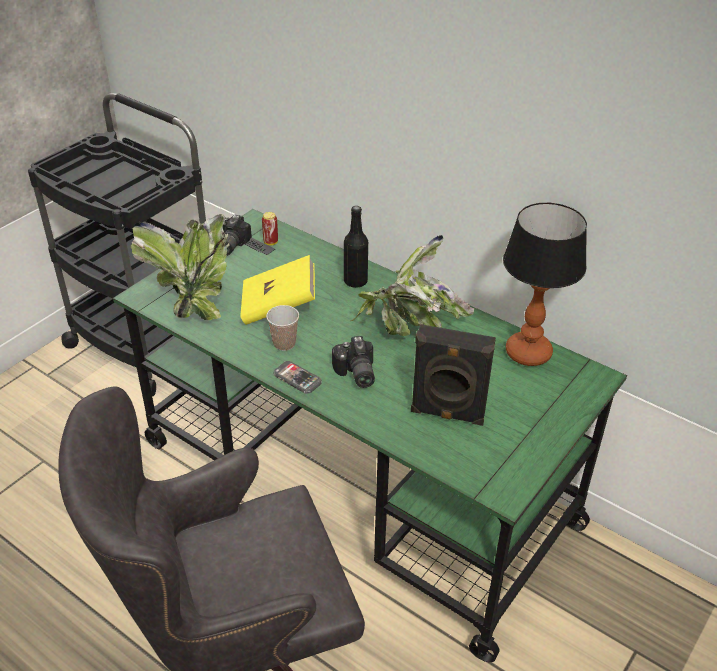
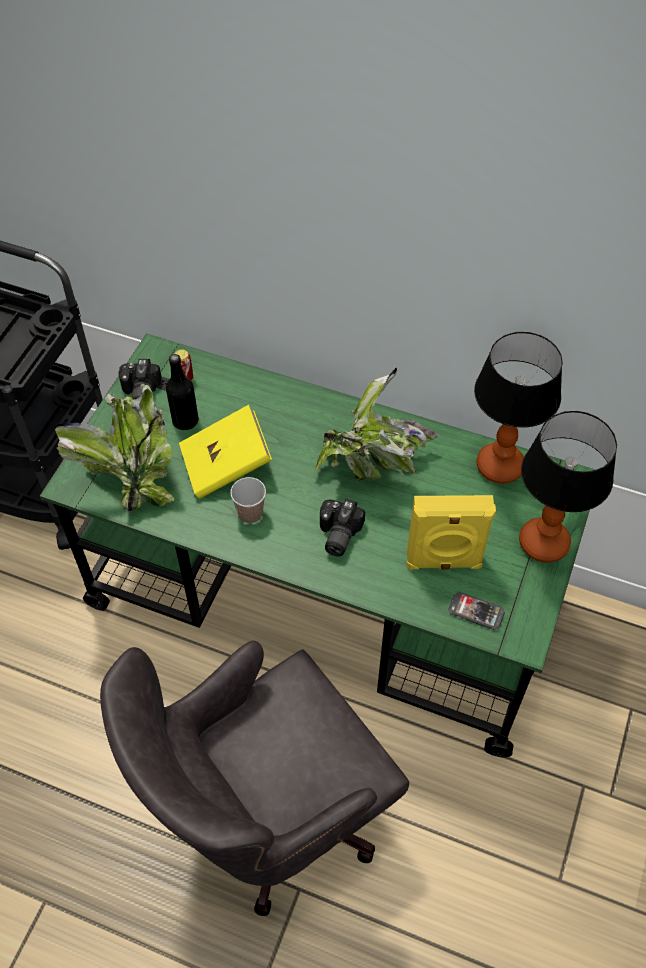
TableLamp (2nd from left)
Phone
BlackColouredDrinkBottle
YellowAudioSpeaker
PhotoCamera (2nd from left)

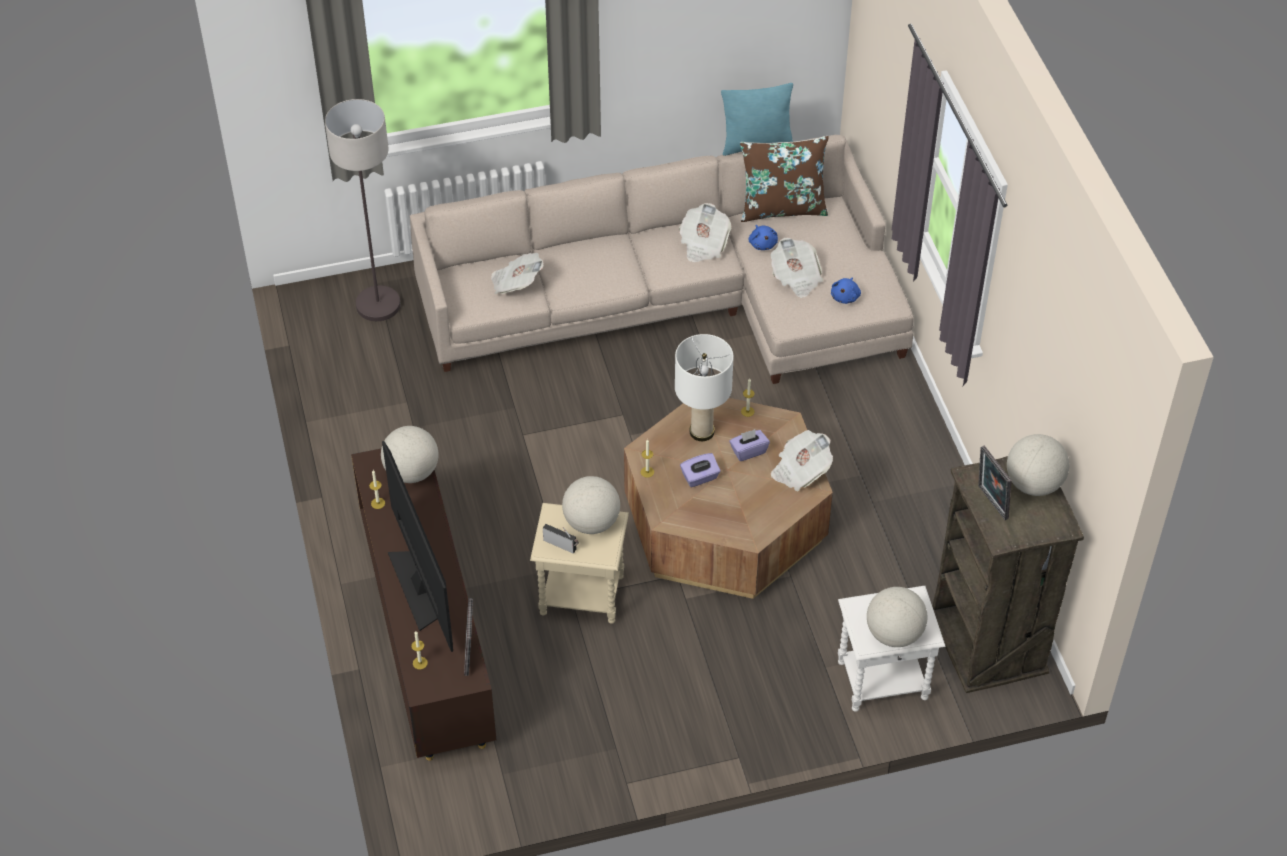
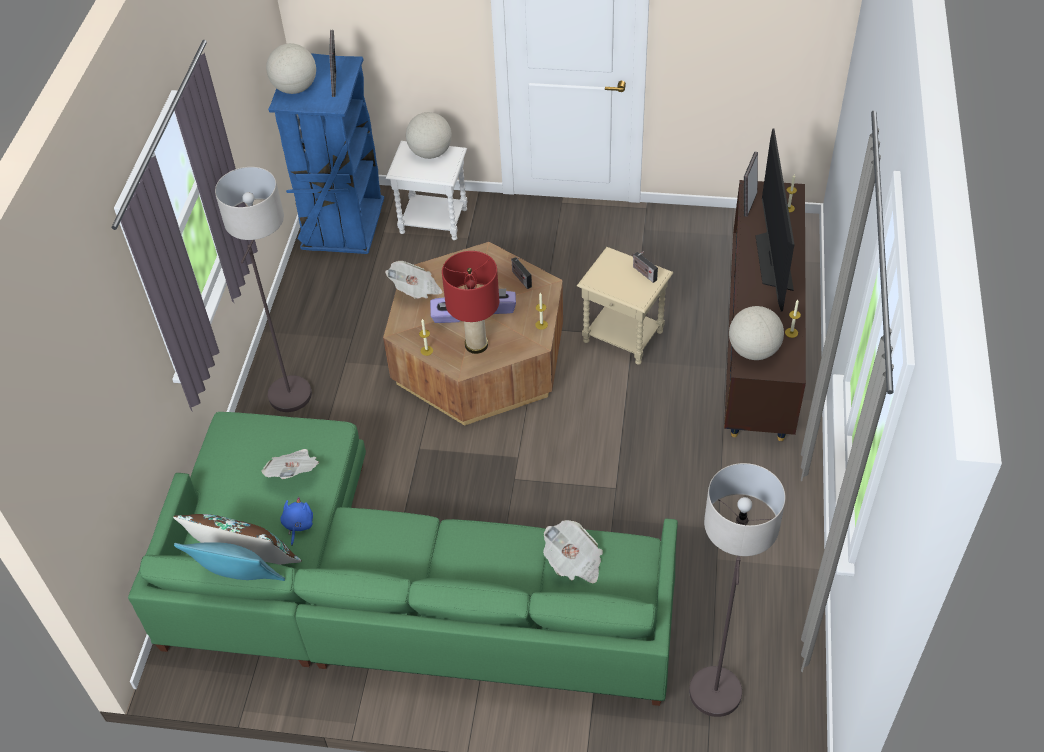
DeskGlobe (2nd from left in the first image)
Newspaper (2nd from left in the first image)
BluishPlushToy (2nd from left in the first image)
GreyFloorLamp (1st from left)
RadioSet (1st from left)
GreenishSettee
RedColouredTableLamp
BluishBookcase

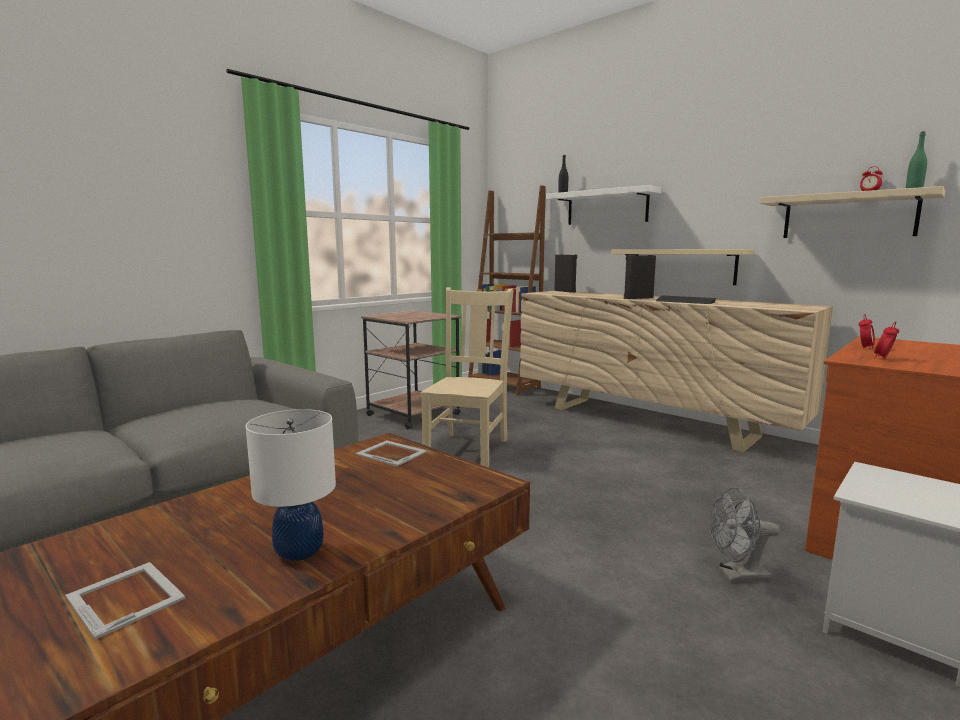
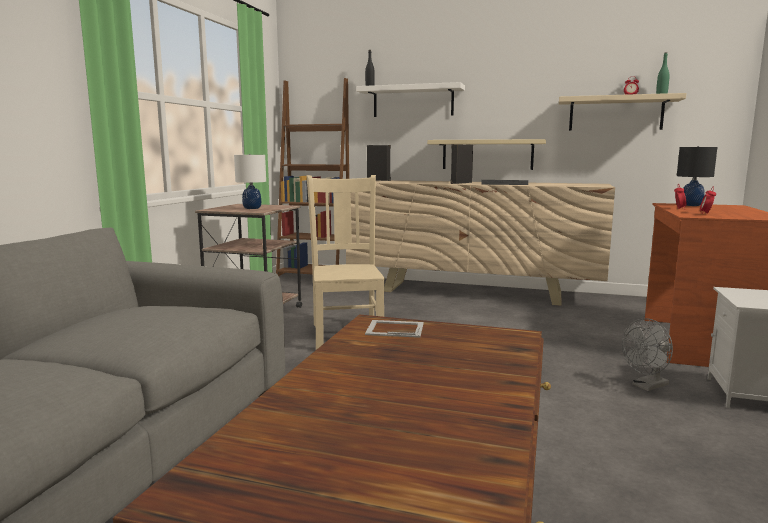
PhotoFrame (1st from left in the first image)
BlackColouredTableLamp
WhiteColouredTableLamp

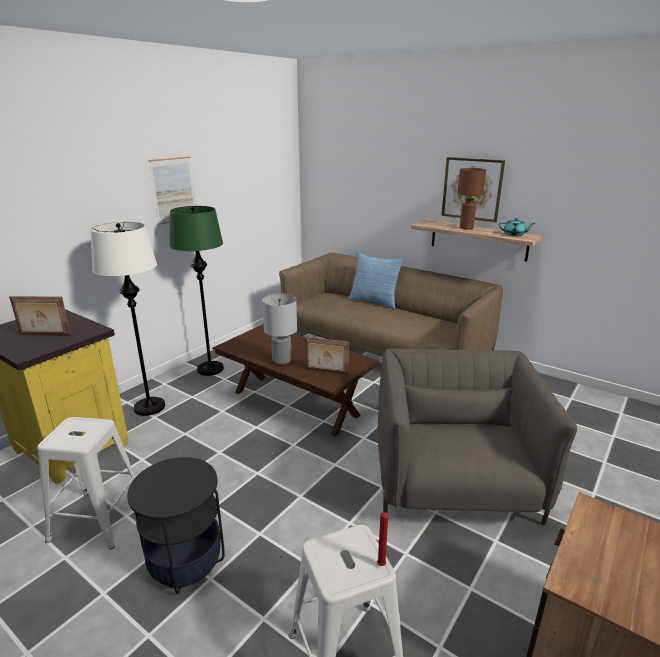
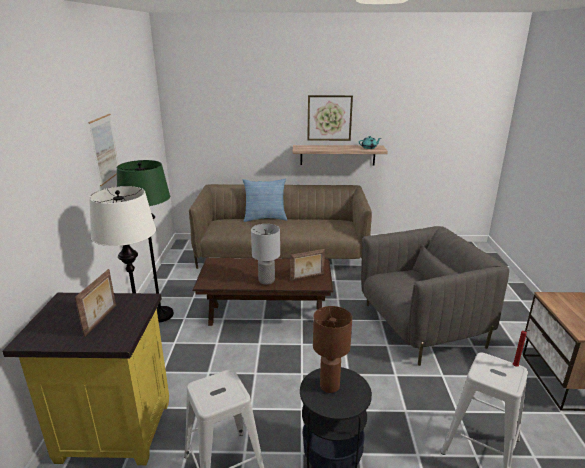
BrownTableLamp
PhotoFrame (1st from left)
GreyEasyChair

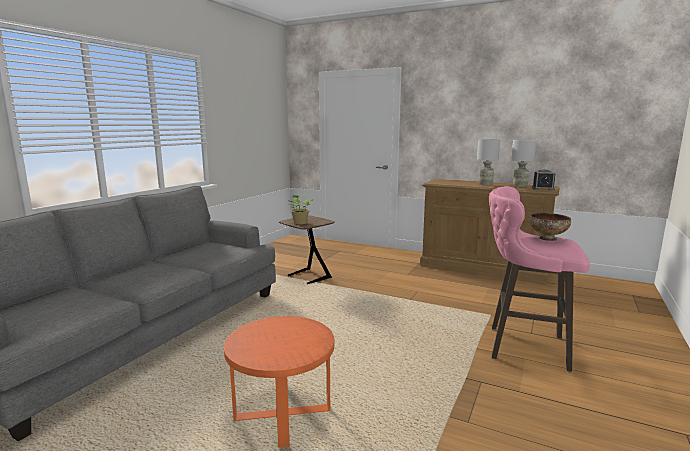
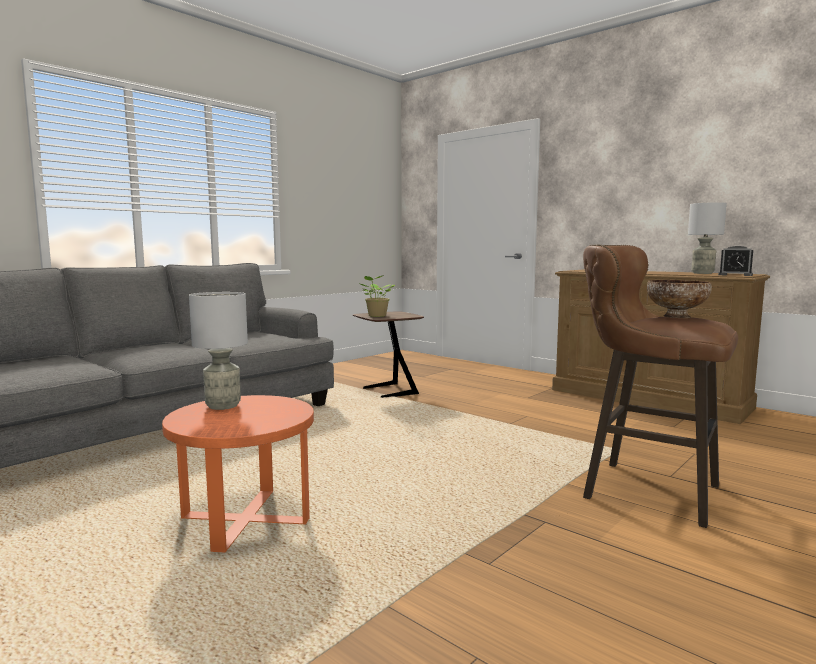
GreyTableLamp (1st from left)
BrownStoolSeat

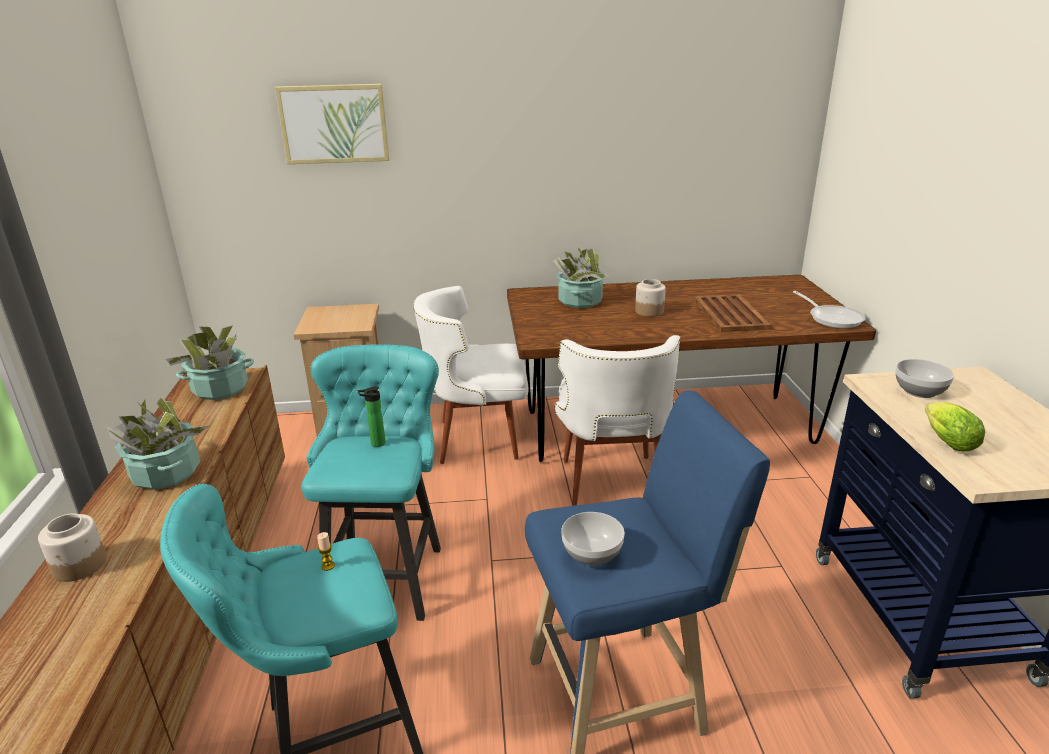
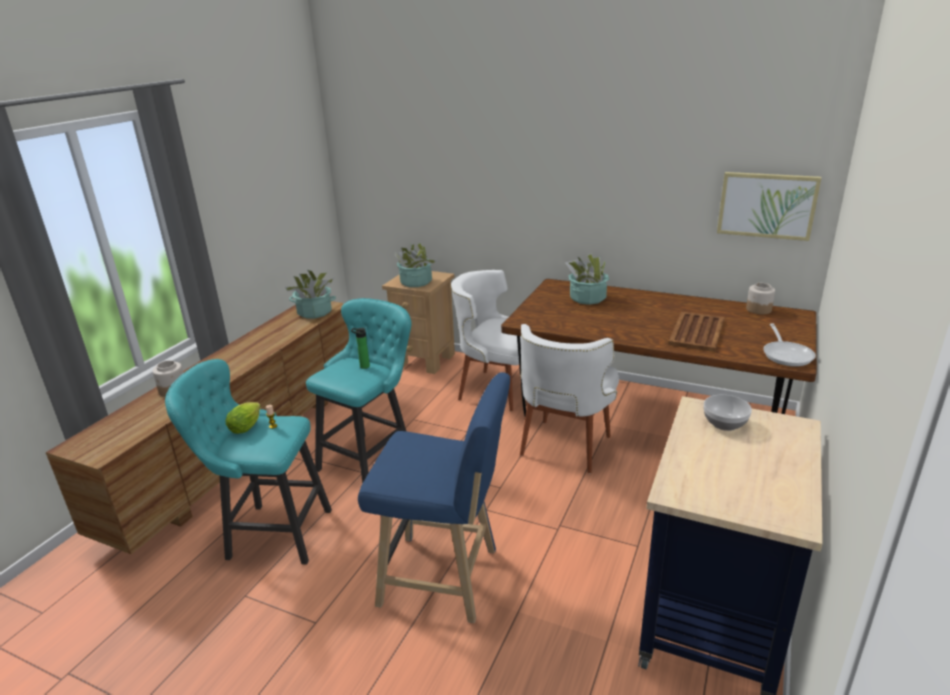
DeepDish (1st from left in the first image)
PottedPlant (2nd from left)
WallPicture
PreserveJar (2nd from left)
LettuceHead

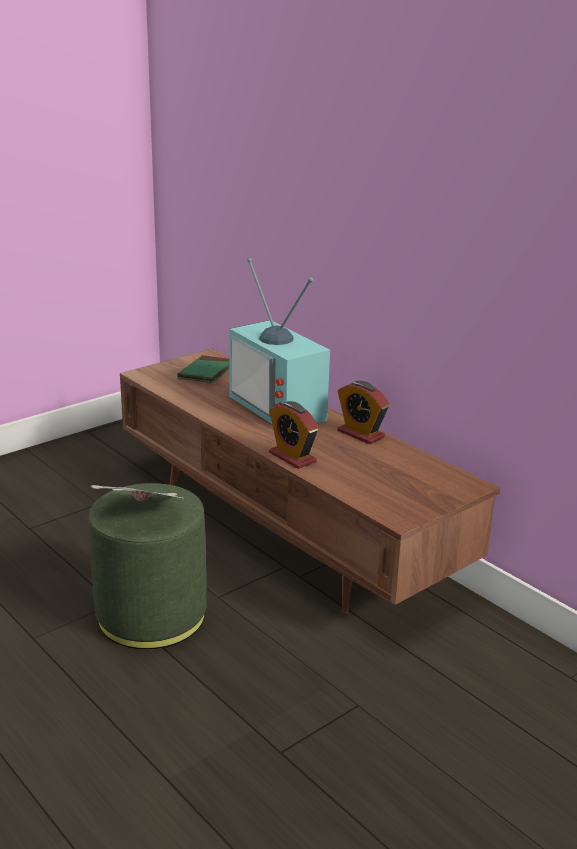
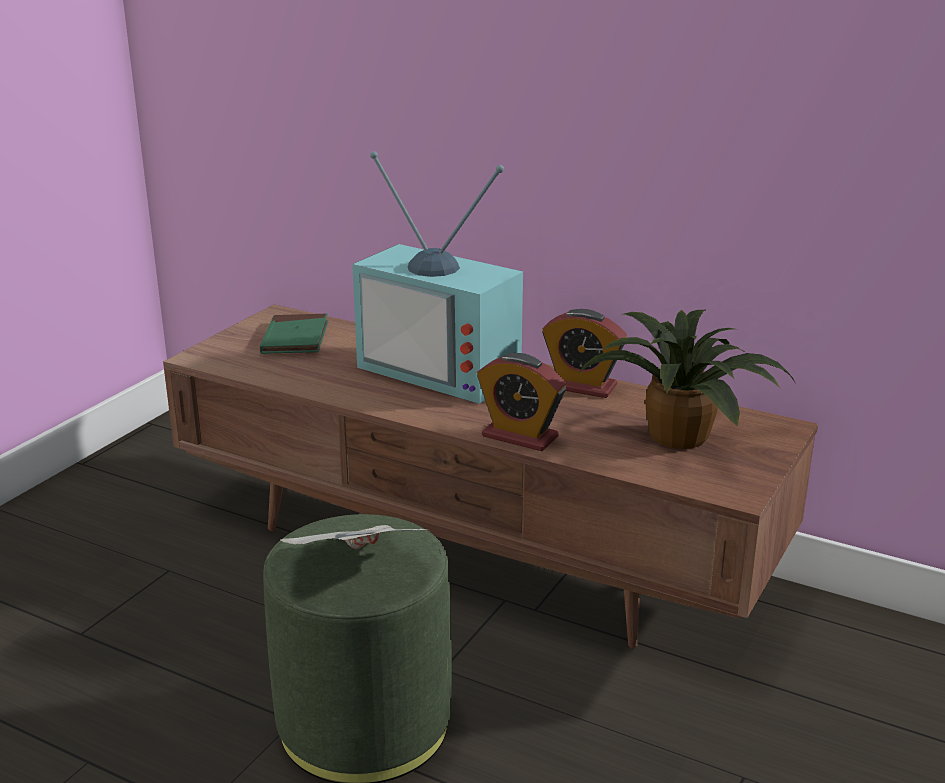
PottedPlant

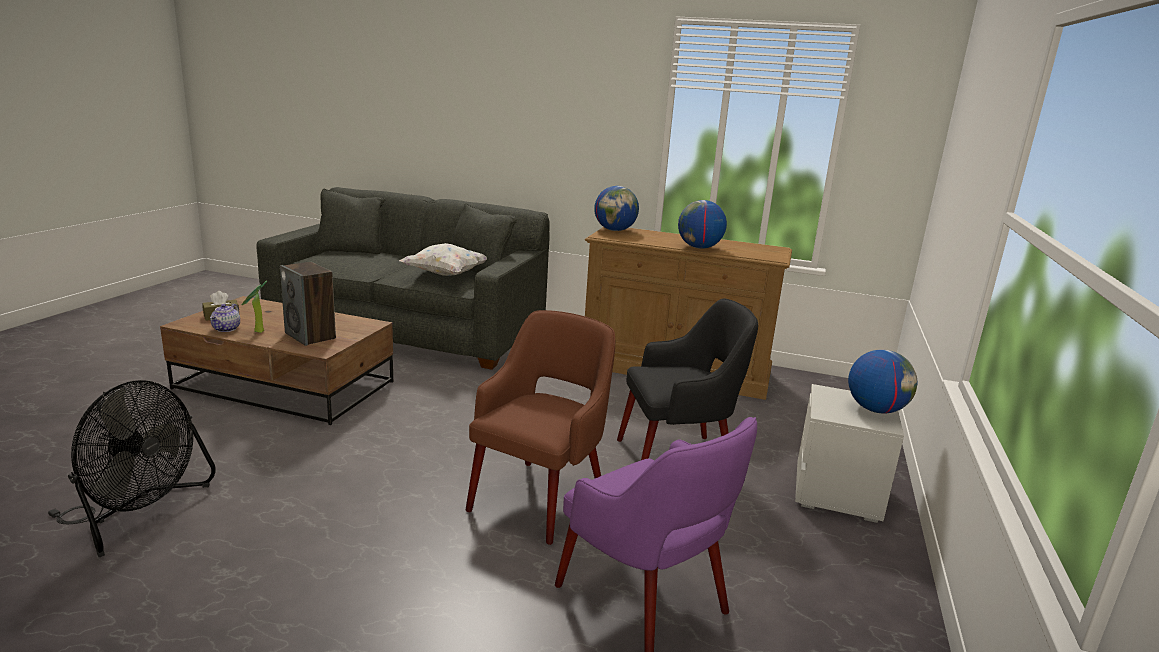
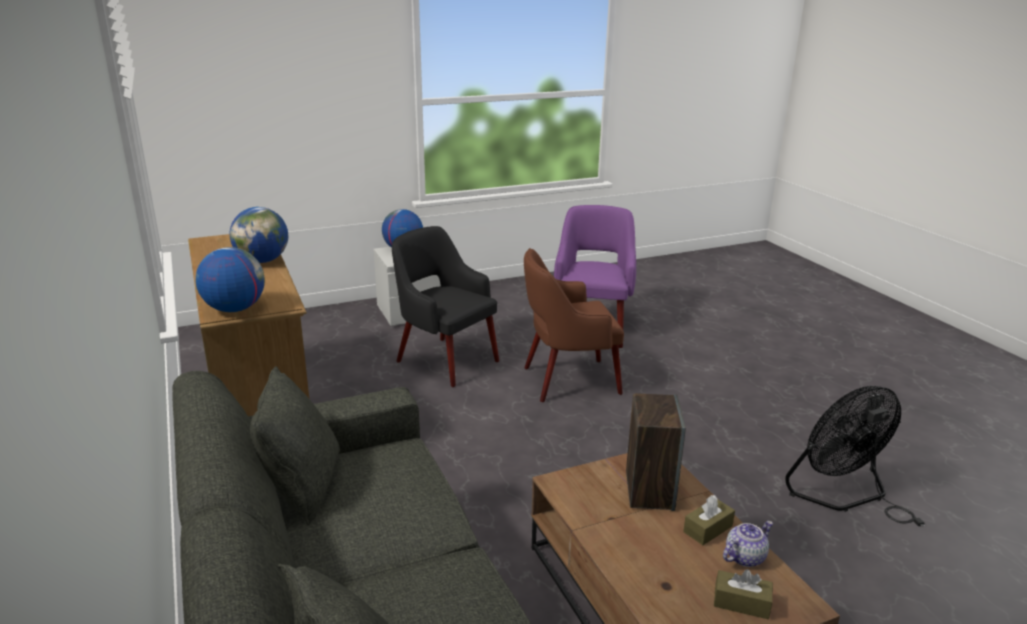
WhiteColouredCushion
BrownTissueHolder (1st from left)

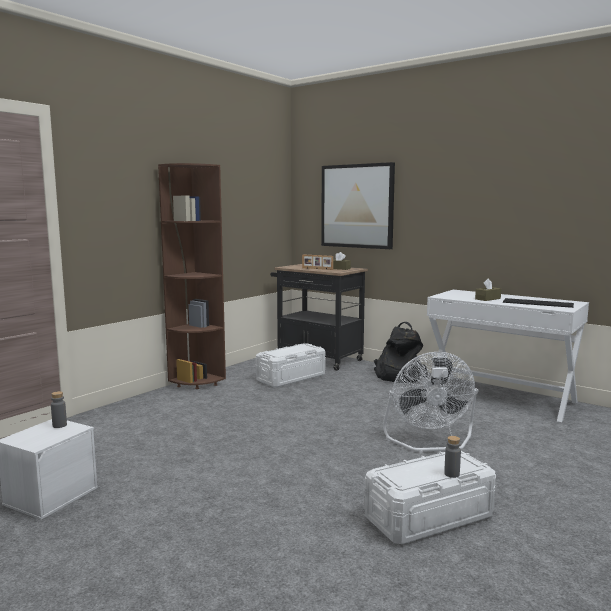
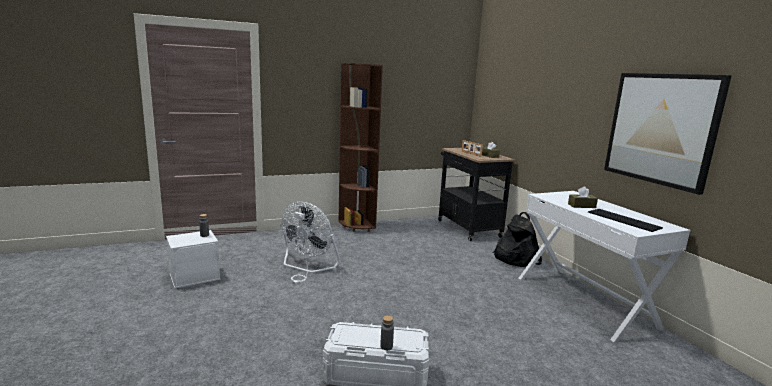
WhiteColouredStorageBin (2nd from left in the first image)
WallPicture
WhiteColouredCoolingFan

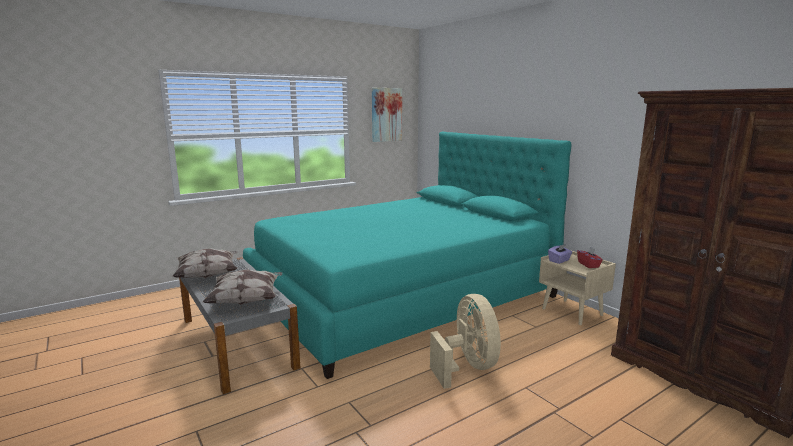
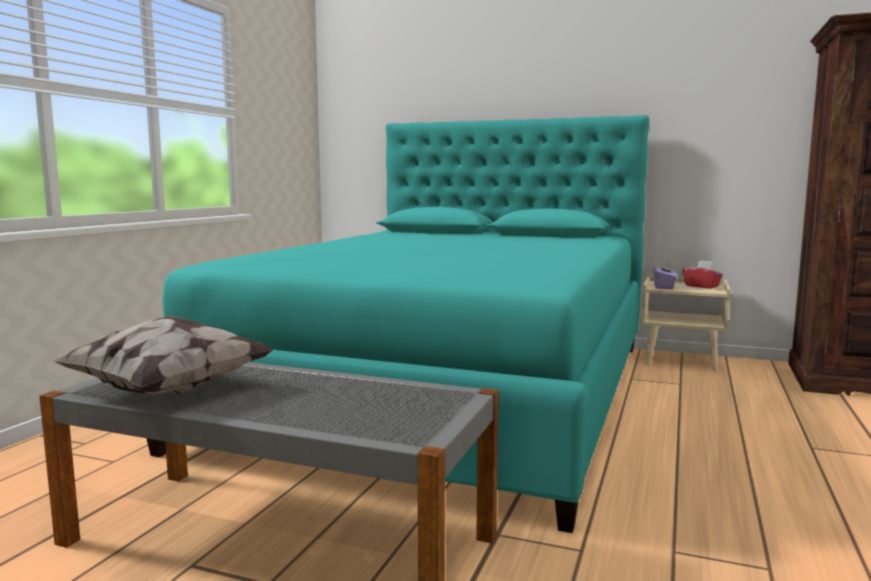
Cushion (2nd from left in the first image)
WallPicture
BeigeCoolingFan

